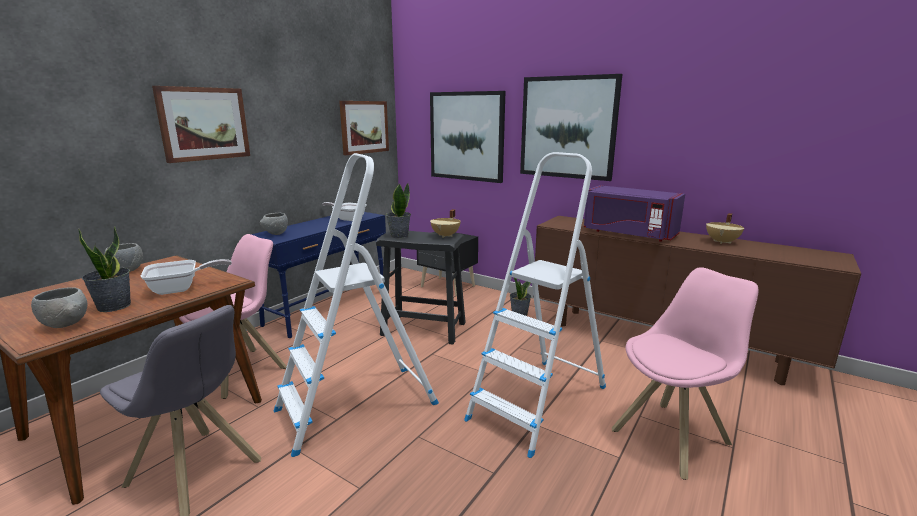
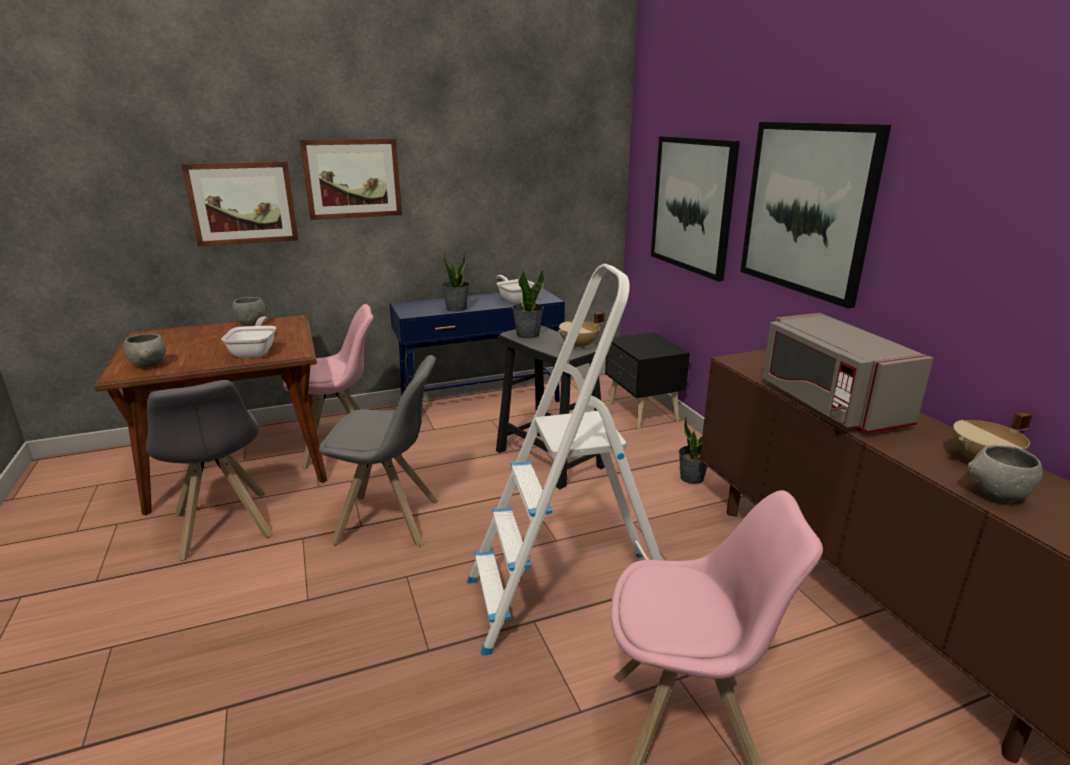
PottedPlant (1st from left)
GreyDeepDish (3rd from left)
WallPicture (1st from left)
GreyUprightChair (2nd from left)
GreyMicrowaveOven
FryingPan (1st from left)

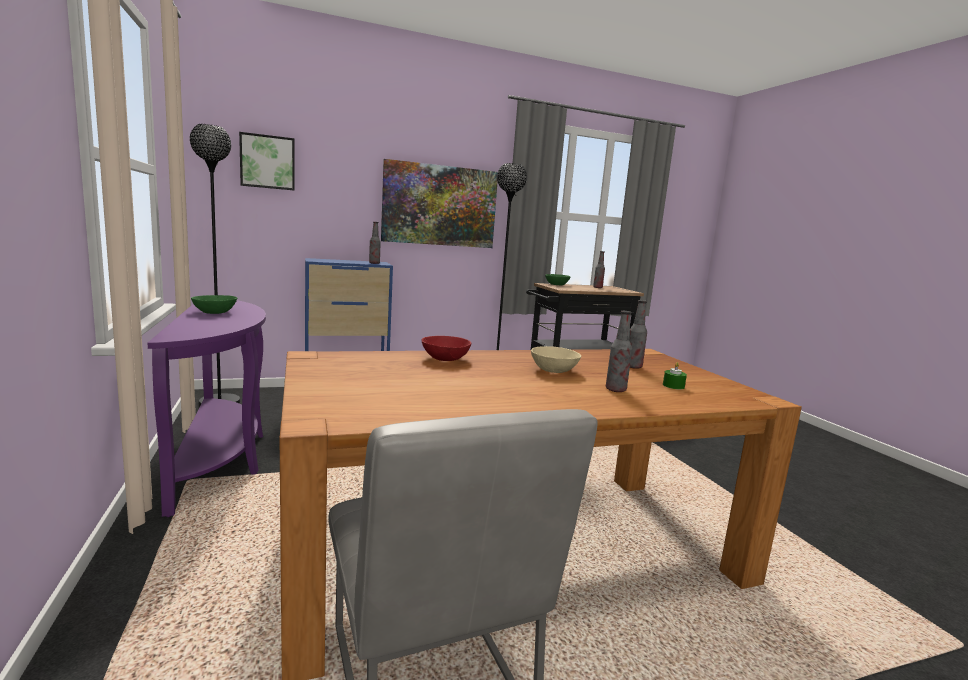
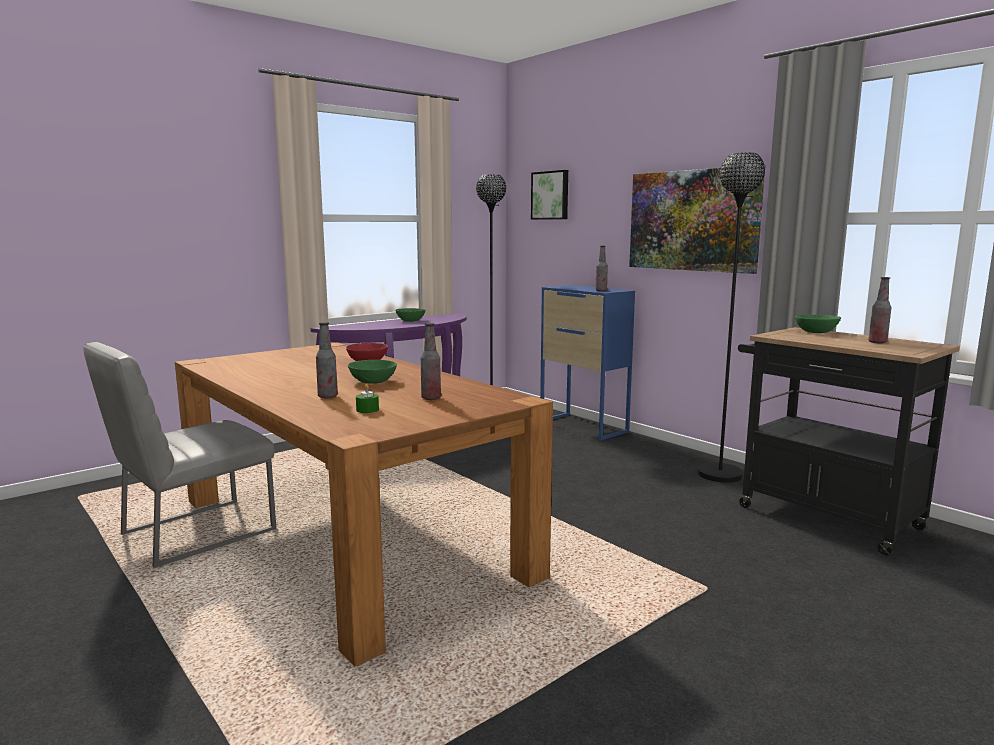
GreenishDeepDish (1st from left)

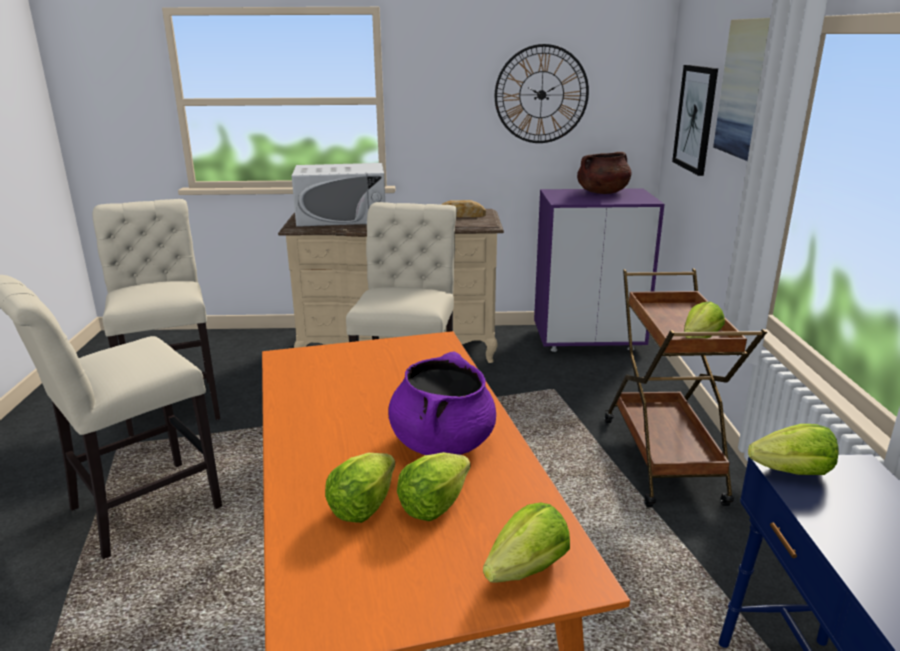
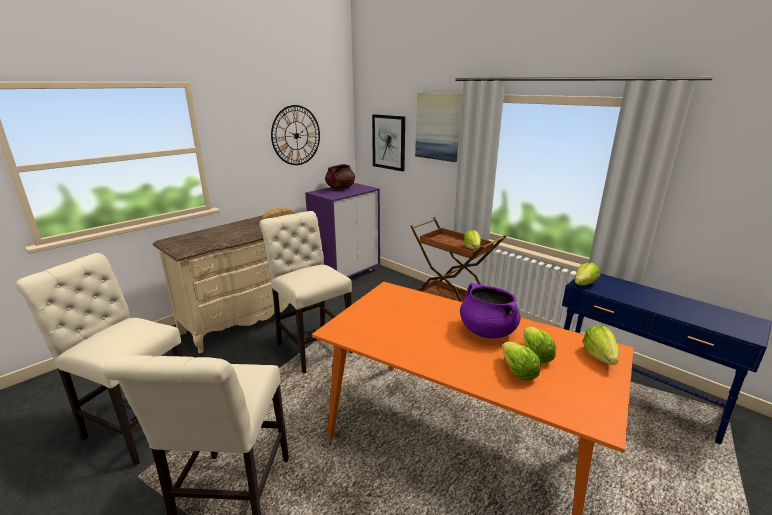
WhiteColouredMicrowaveOven

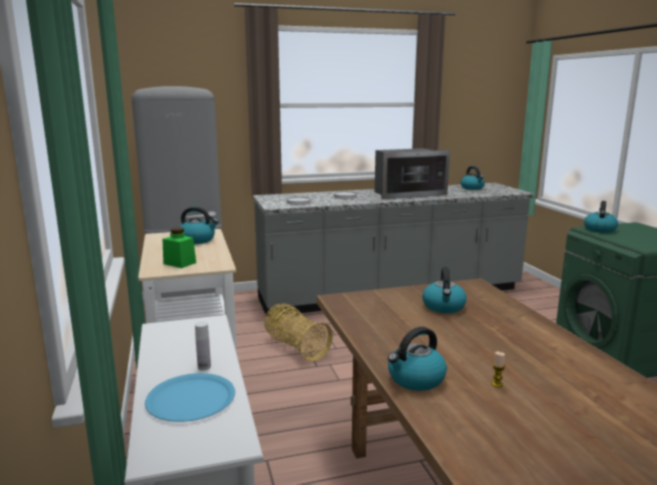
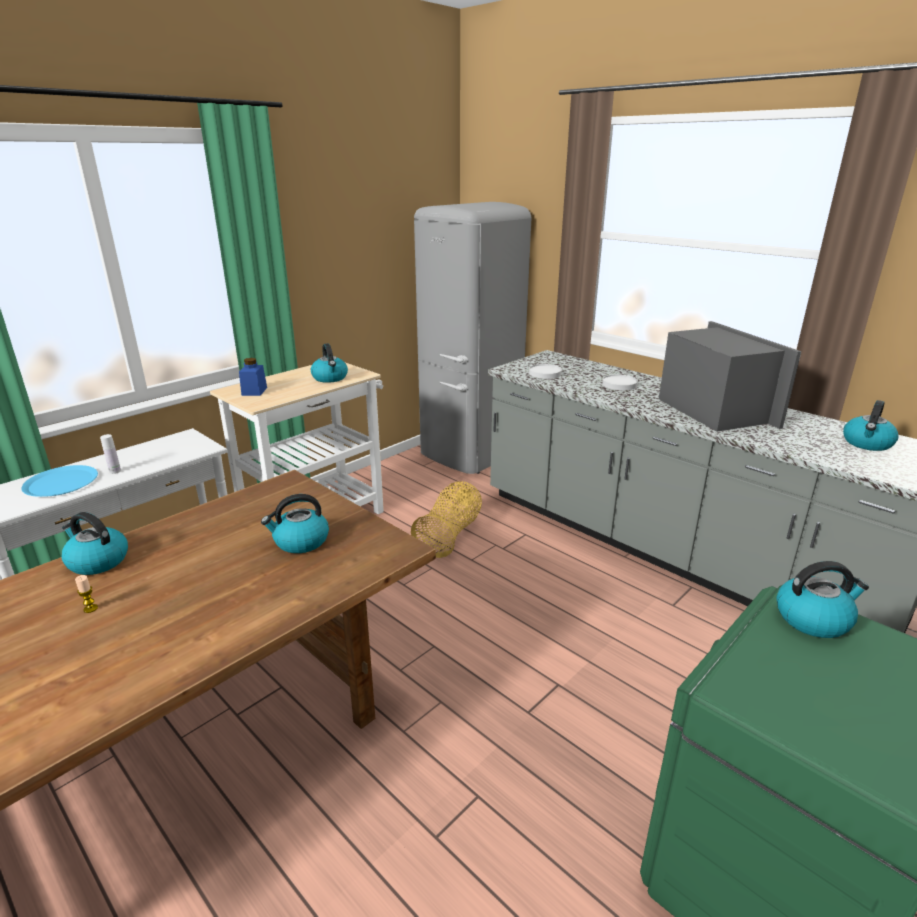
BluishPreserveJar
MicrowaveOven

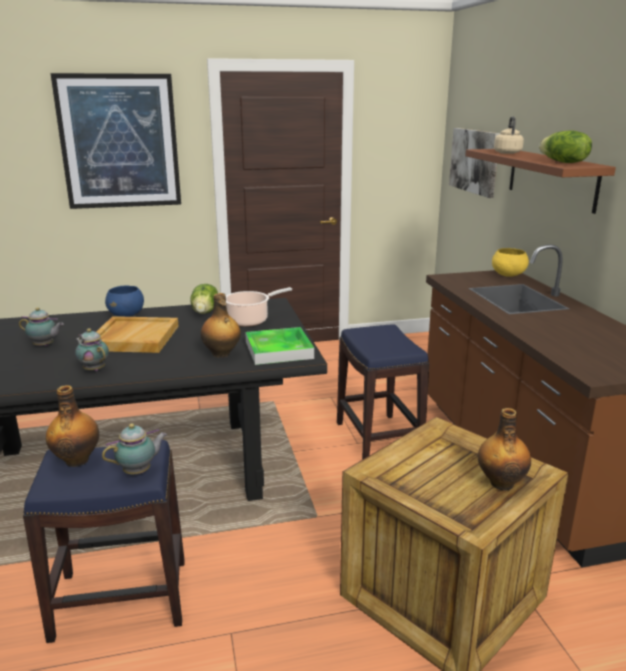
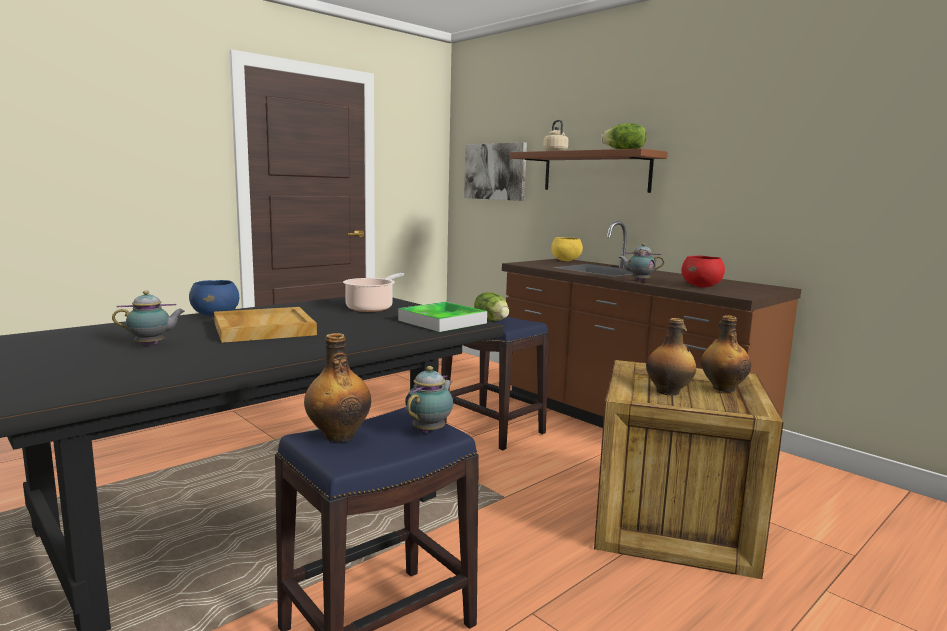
WallPicture (1st from left in the first image)
RedColouredDeepDish
PotForTea (3rd from left)
LettuceHead (1st from left)
DrinkBottle (2nd from left)

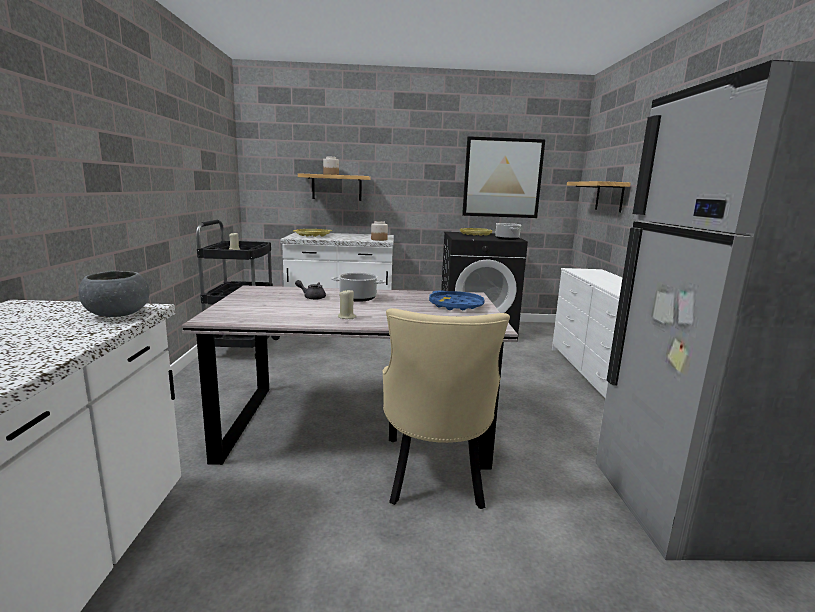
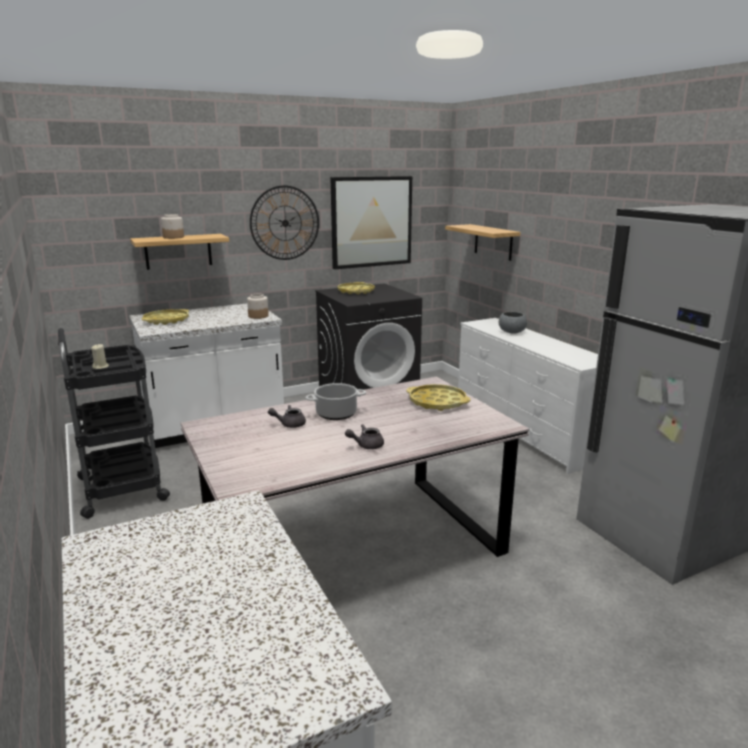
BeigeUprightChair
Stockpot (2nd from left in the first image)
WallClock
GreyDeepDish
GreyPotForTea (2nd from left)
YellowServingTray (3rd from left)

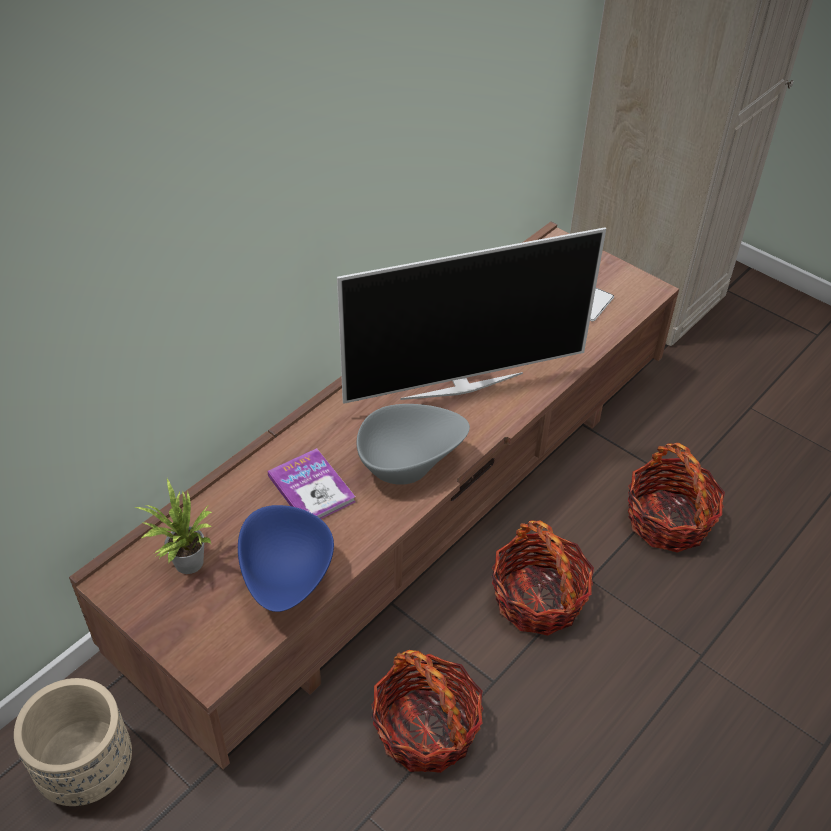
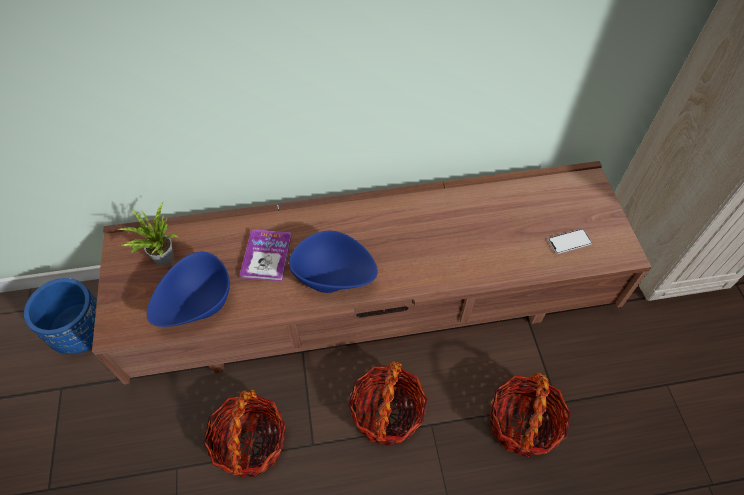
Television
BluishFlowerPot
BluishDeepDish (2nd from left)

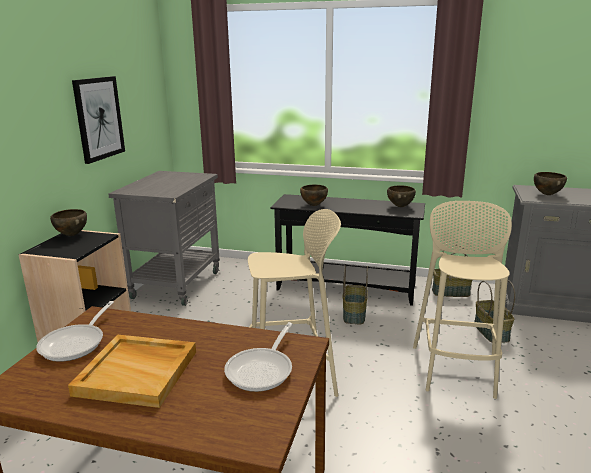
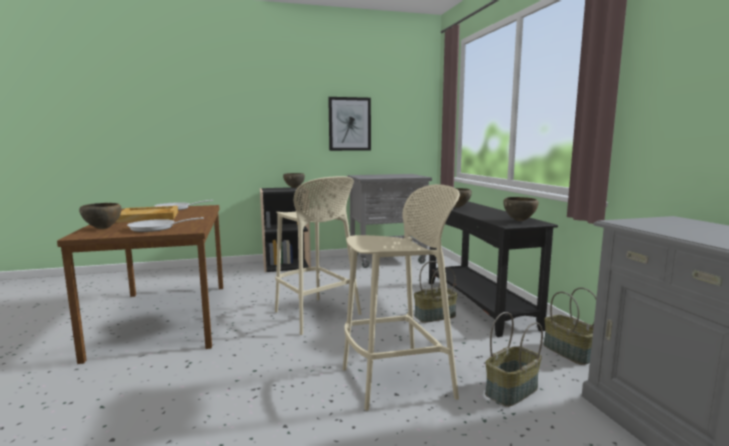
BrownDeepDish (1st from left)

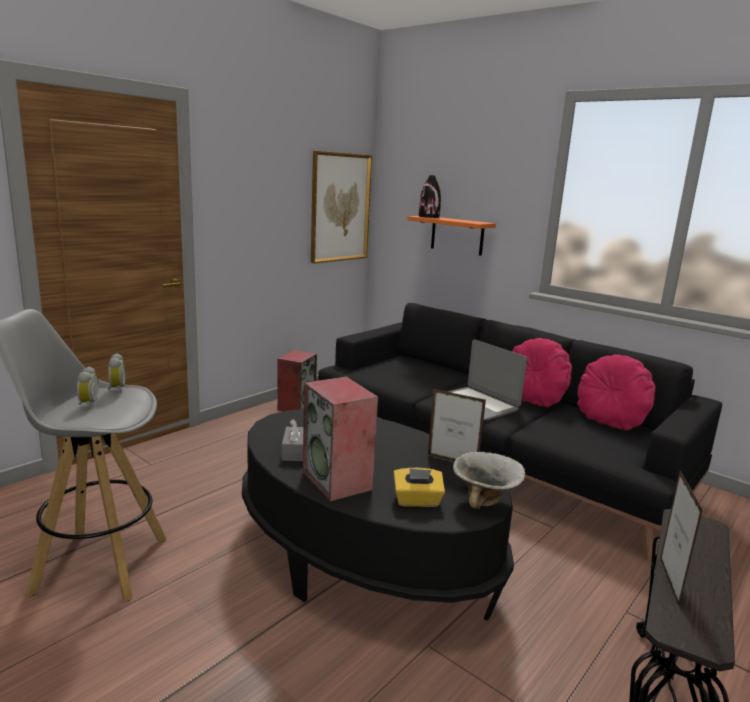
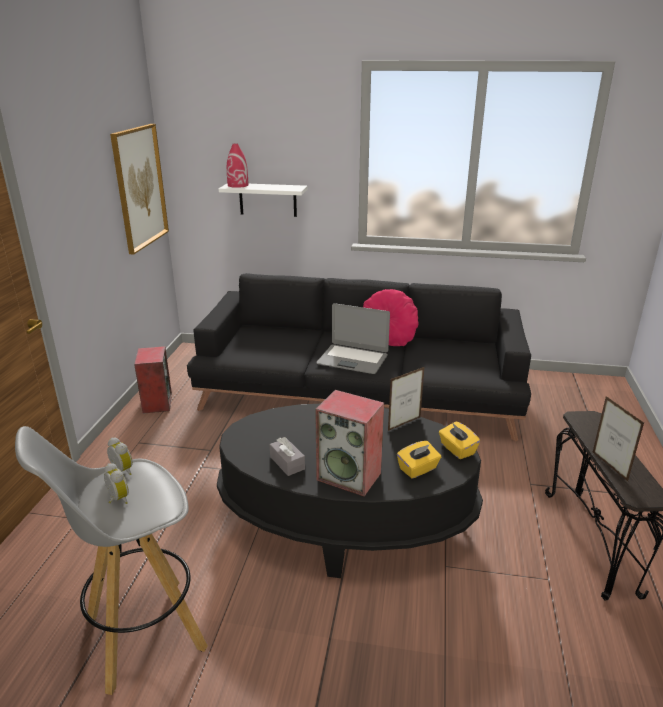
PinkishCushion (2nd from left in the first image)
YellowTissueHolder (2nd from left)
WhiteColouredShelf
RedColouredVase
PhotoFrame (1st from left)

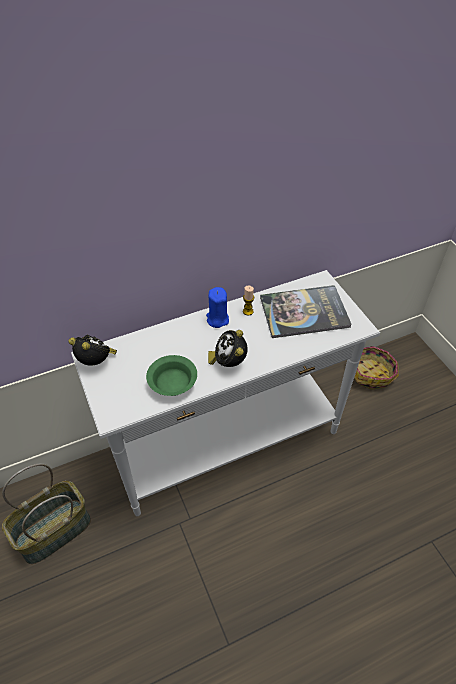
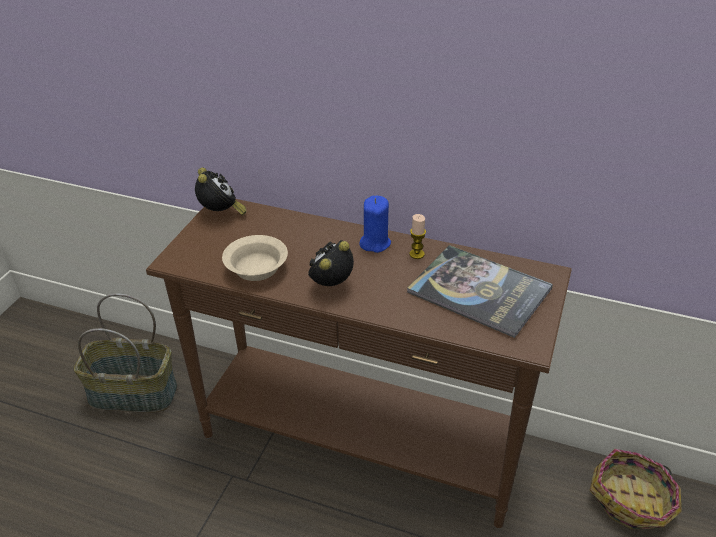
BrownNarrowTable
BeigeDeepDish

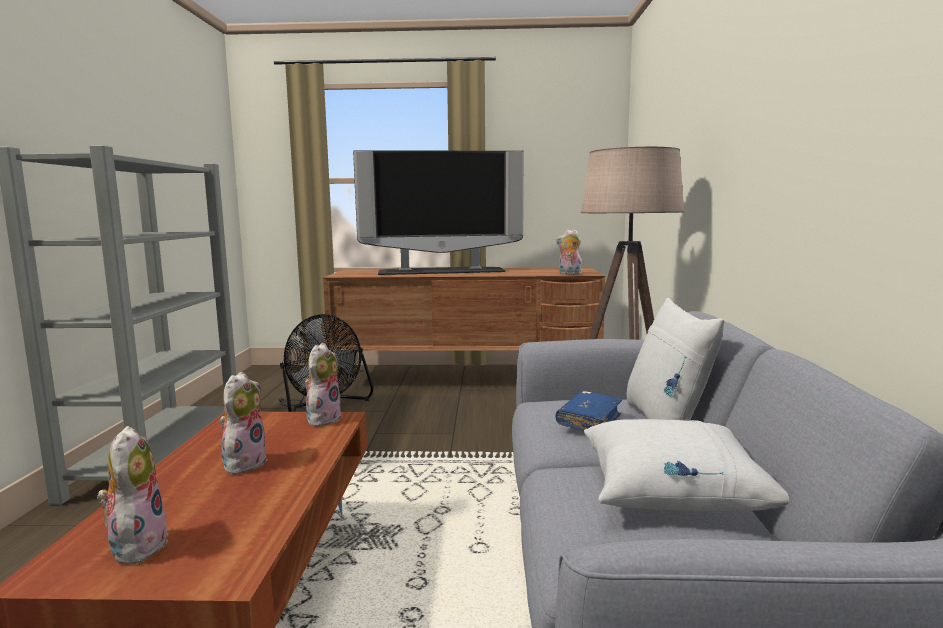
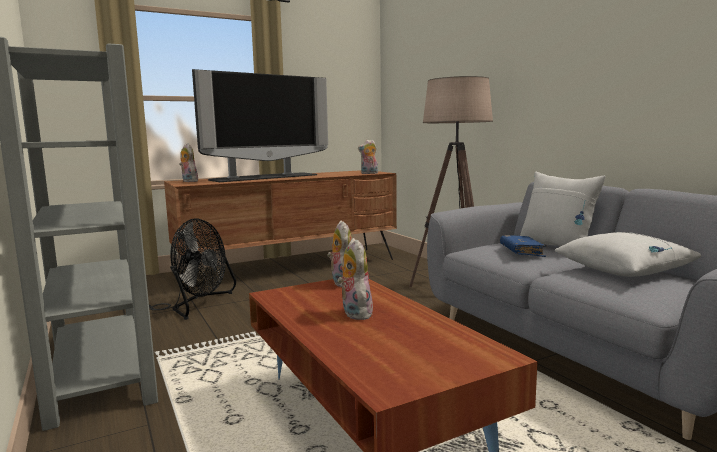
PlushToy (1st from left)

